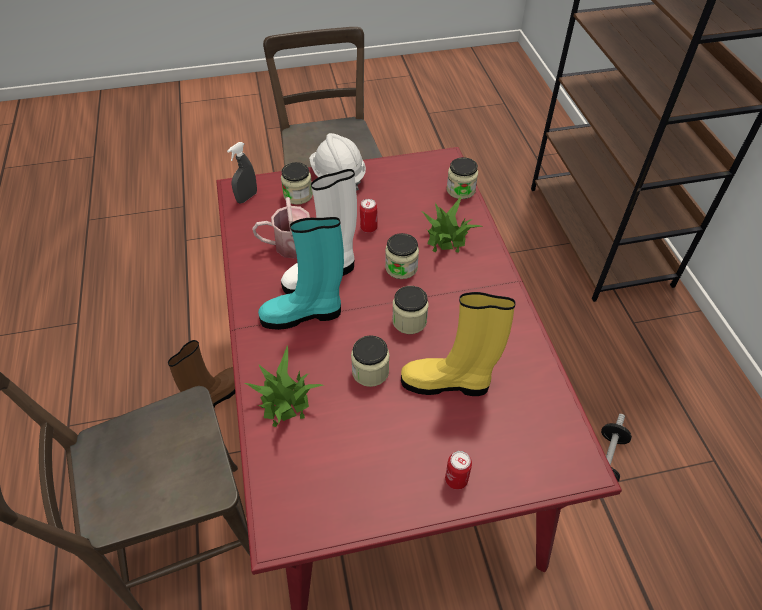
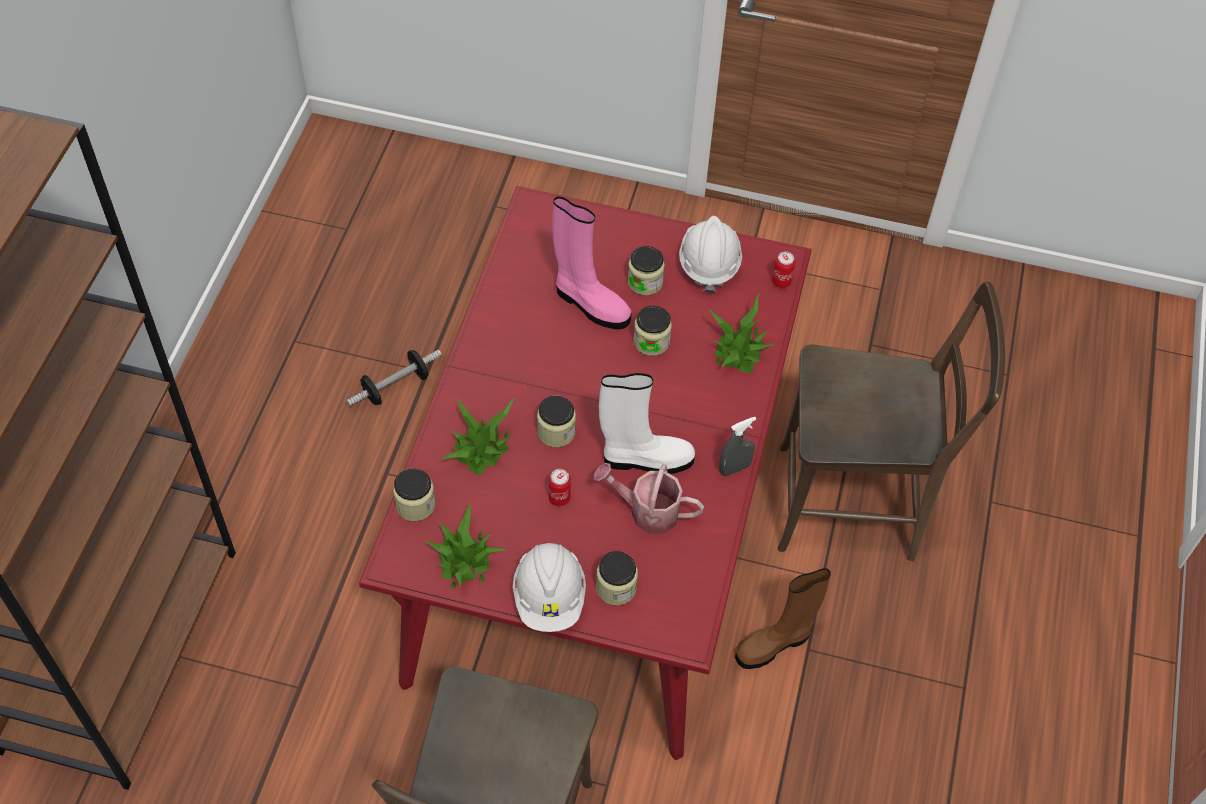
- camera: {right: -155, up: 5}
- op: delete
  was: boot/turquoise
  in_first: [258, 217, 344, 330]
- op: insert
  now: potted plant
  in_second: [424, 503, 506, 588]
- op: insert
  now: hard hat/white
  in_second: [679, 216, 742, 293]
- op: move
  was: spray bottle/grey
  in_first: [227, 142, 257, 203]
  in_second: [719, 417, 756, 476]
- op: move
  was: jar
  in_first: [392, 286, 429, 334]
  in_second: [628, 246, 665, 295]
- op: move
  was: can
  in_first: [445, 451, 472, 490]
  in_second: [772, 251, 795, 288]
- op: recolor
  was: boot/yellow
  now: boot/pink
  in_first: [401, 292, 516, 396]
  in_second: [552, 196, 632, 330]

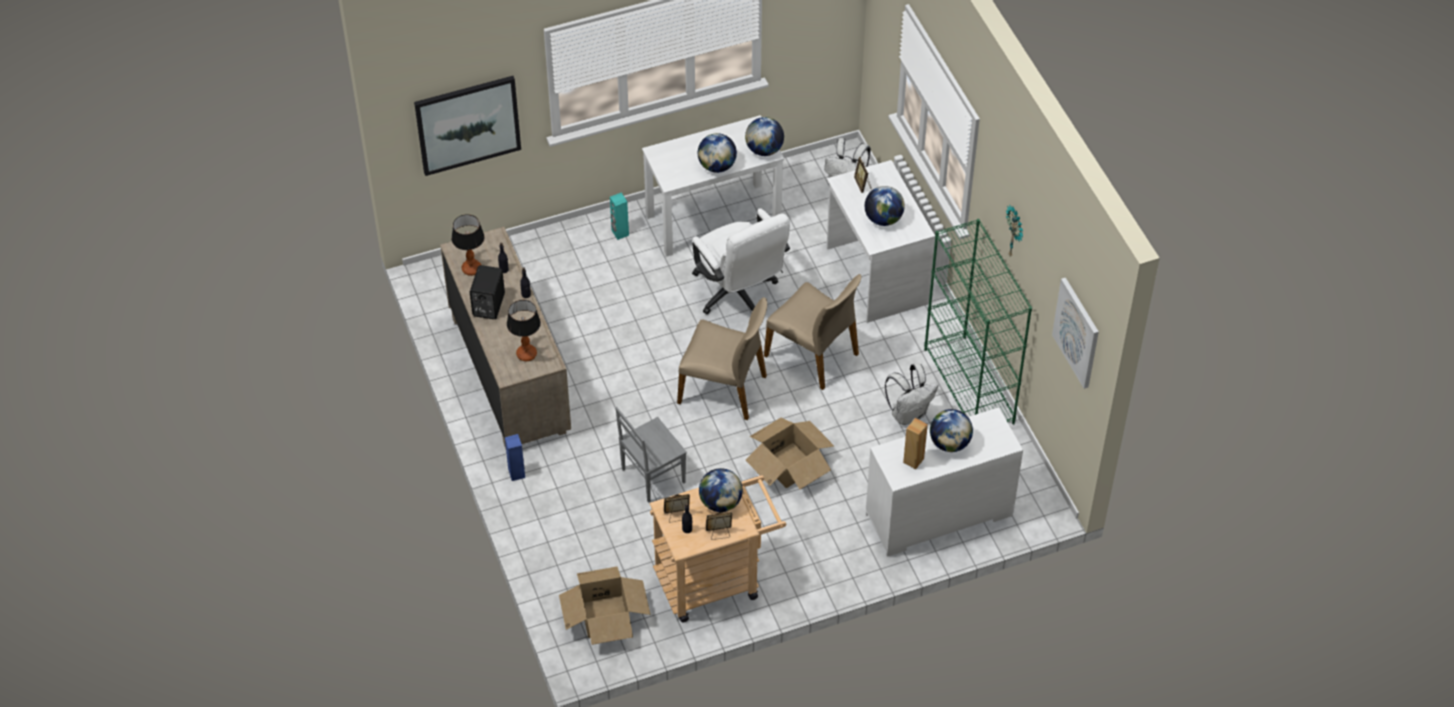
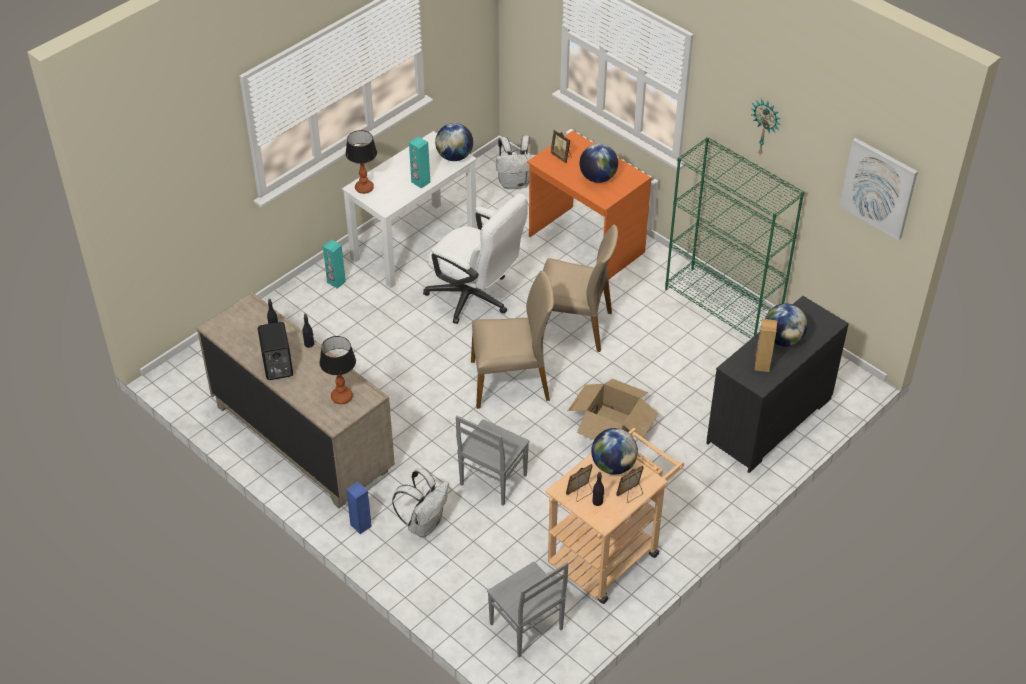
- camera: {right: -25, up: -5}
- op: delete
  was: picture
  in_first: [414, 76, 521, 176]
- op: move
  was: table lamp
  in_first: [451, 214, 485, 276]
  in_second: [345, 130, 377, 194]
- op: move
  was: backpack/white
  in_first: [885, 363, 938, 425]
  in_second: [392, 468, 449, 537]
- op: replace
  was: cardboard box
  now: chair/grey
  in_first: [559, 567, 651, 645]
  in_second: [487, 561, 568, 657]
- op: replace
  was: globe
  now: speaker/turquoise
  in_first: [698, 133, 737, 173]
  in_second: [409, 136, 430, 188]
- op: recolor
  was: desk/white
  now: desk/orange
  in_first: [827, 160, 935, 323]
  in_second: [527, 131, 651, 280]
- op: recolor
  was: dresser/white
  now: dresser/black
  in_first: [866, 407, 1023, 557]
  in_second: [706, 296, 849, 473]

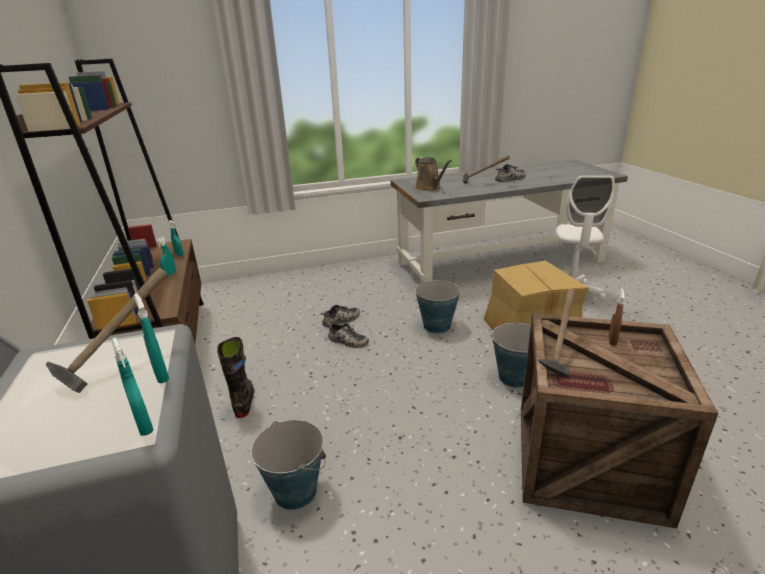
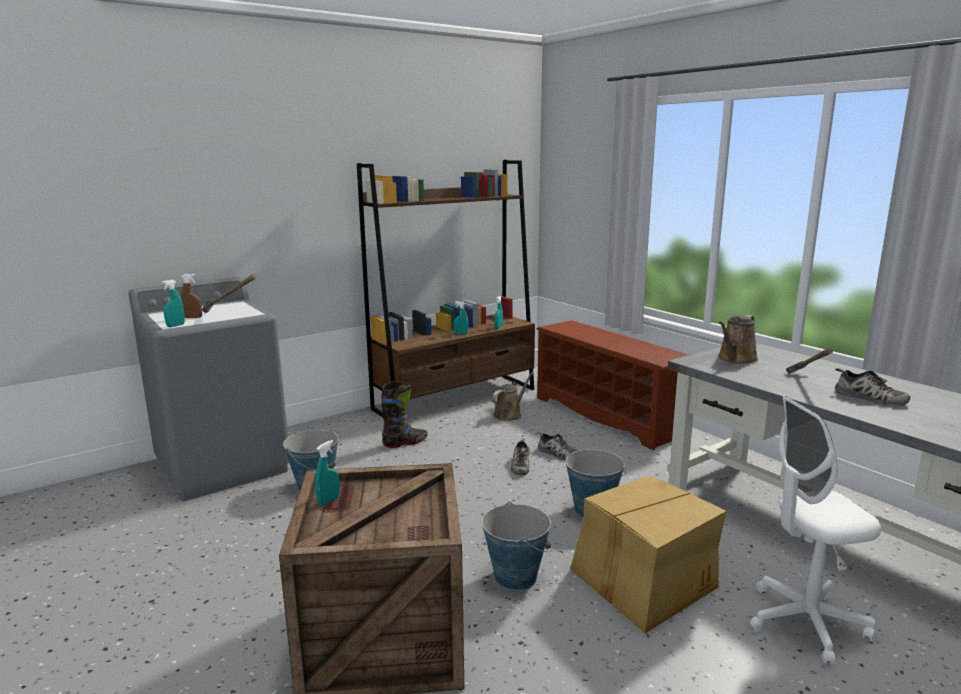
- camera: {right: 70, up: -10}
- op: delete
  was: hammer
  in_first: [538, 289, 575, 377]
- op: insert
  now: watering can/brown
  in_second: [492, 372, 534, 421]
- op: insert
  now: shoe rack/brown
  in_second: [536, 320, 689, 450]
- op: move
  was: spray bottle/turquoise
  in_first: [134, 293, 169, 383]
  in_second: [315, 440, 340, 506]
- op: move
  was: spray bottle/brown
  in_first: [609, 288, 625, 346]
  in_second: [181, 274, 202, 318]

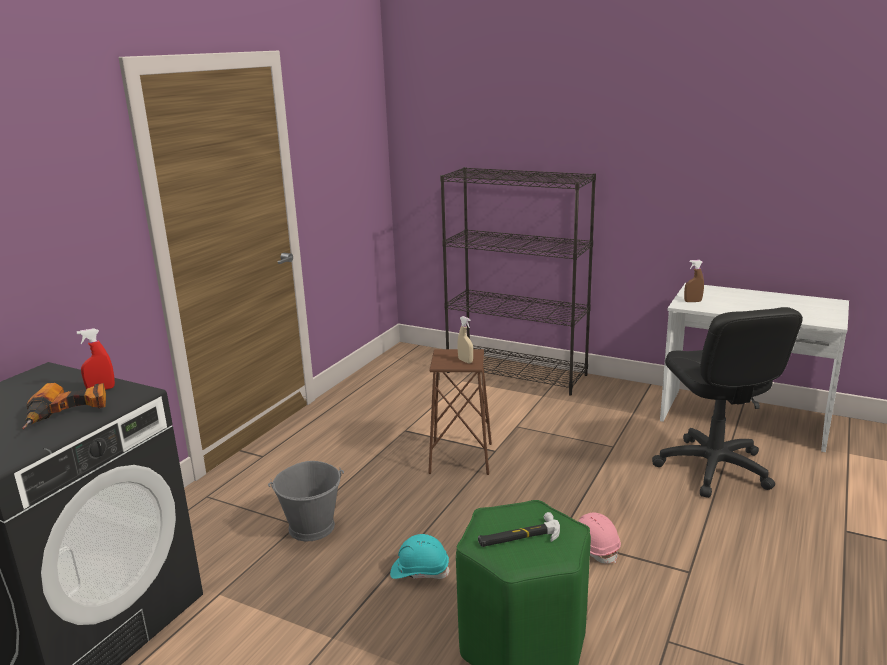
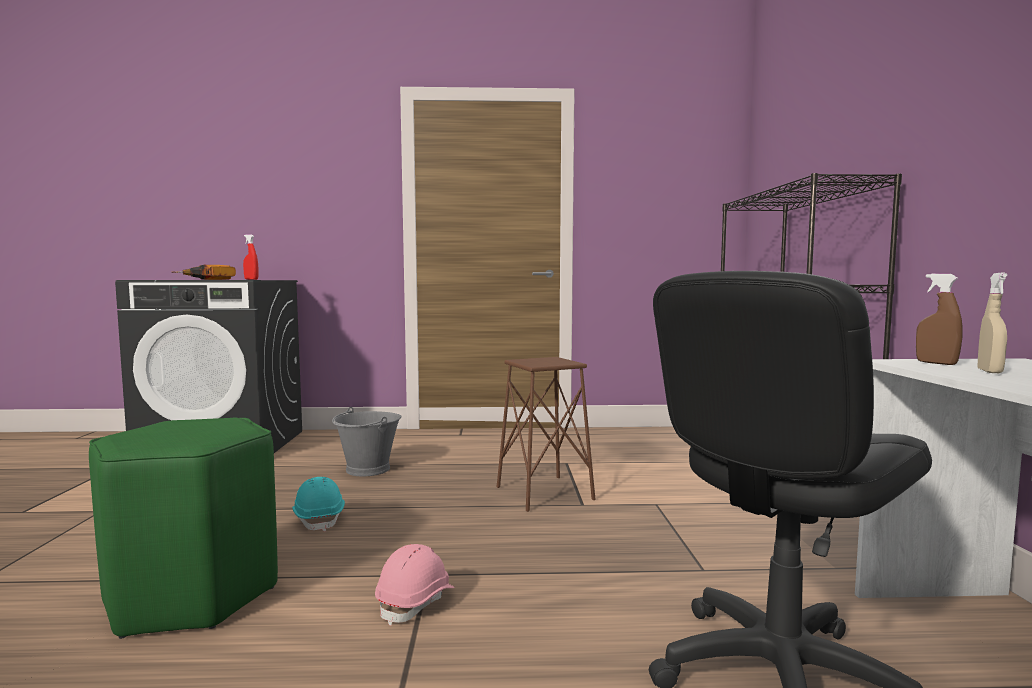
- camera: {right: 60, up: -15}
- op: delete
  was: hammer
  in_first: [478, 512, 560, 547]
- op: move
  was: spray bottle/beige
  in_first: [458, 316, 473, 363]
  in_second: [978, 273, 1007, 373]

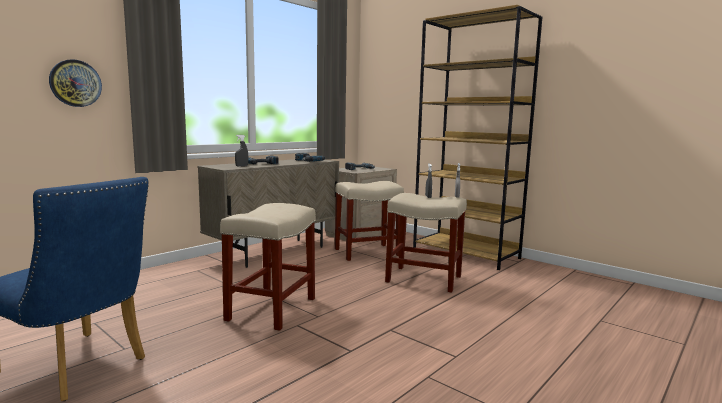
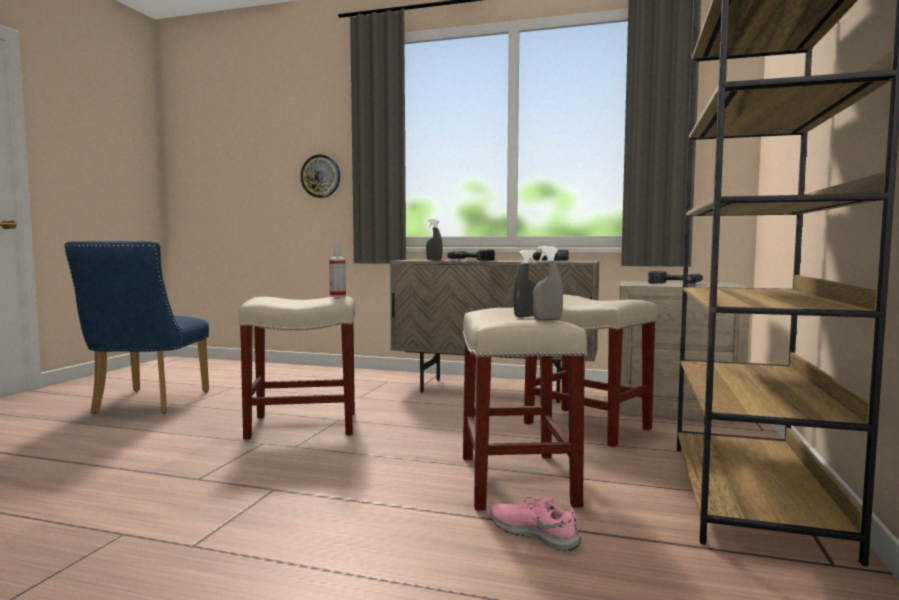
- camera: {right: 65, up: -5}
- op: insert
  now: spray bottle
  in_second: [329, 245, 346, 297]
- op: insert
  now: shoe/pink
  in_second: [490, 496, 581, 551]

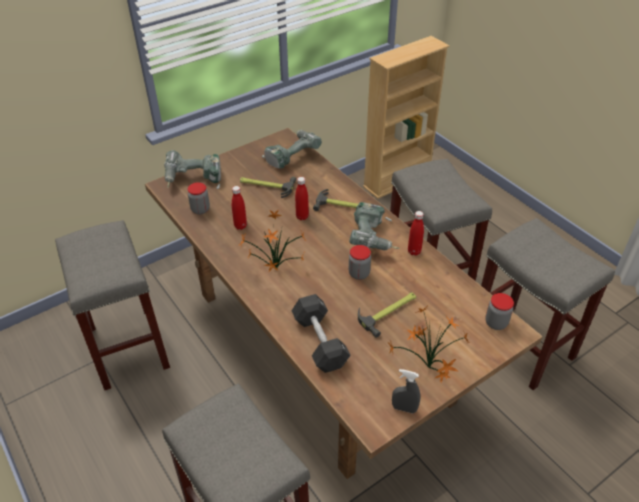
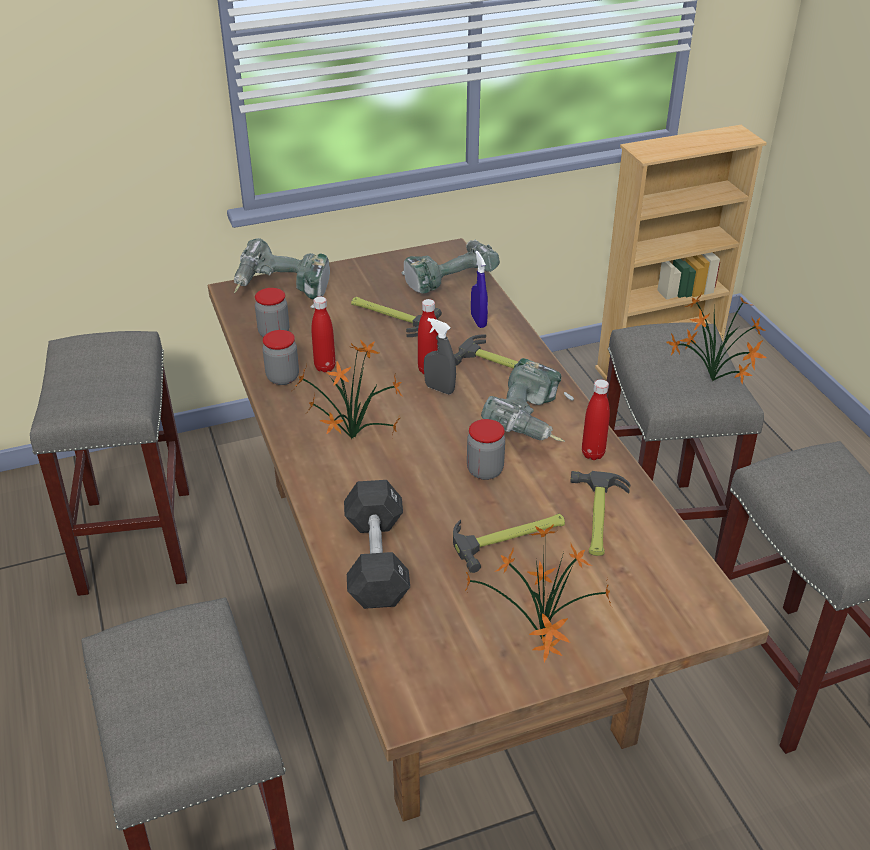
- camera: {right: 15, up: -5}
- op: insert
  now: spray bottle/blue
  in_second: [471, 251, 488, 328]
- op: insert
  now: hammer
  in_second: [570, 471, 631, 556]
- op: insert
  now: potted plant
  in_second: [666, 293, 767, 385]
- op: move
  was: spray bottle/grey
  in_first: [392, 369, 421, 413]
  in_second: [424, 318, 456, 394]
- op: move
  was: jar
  in_first: [485, 293, 514, 330]
  in_second: [263, 330, 299, 385]

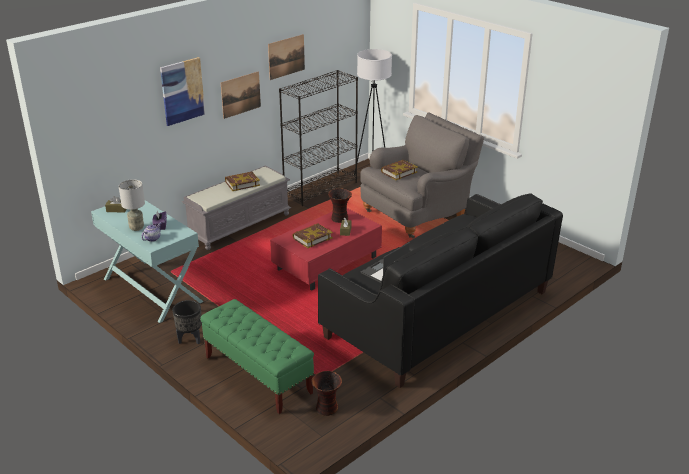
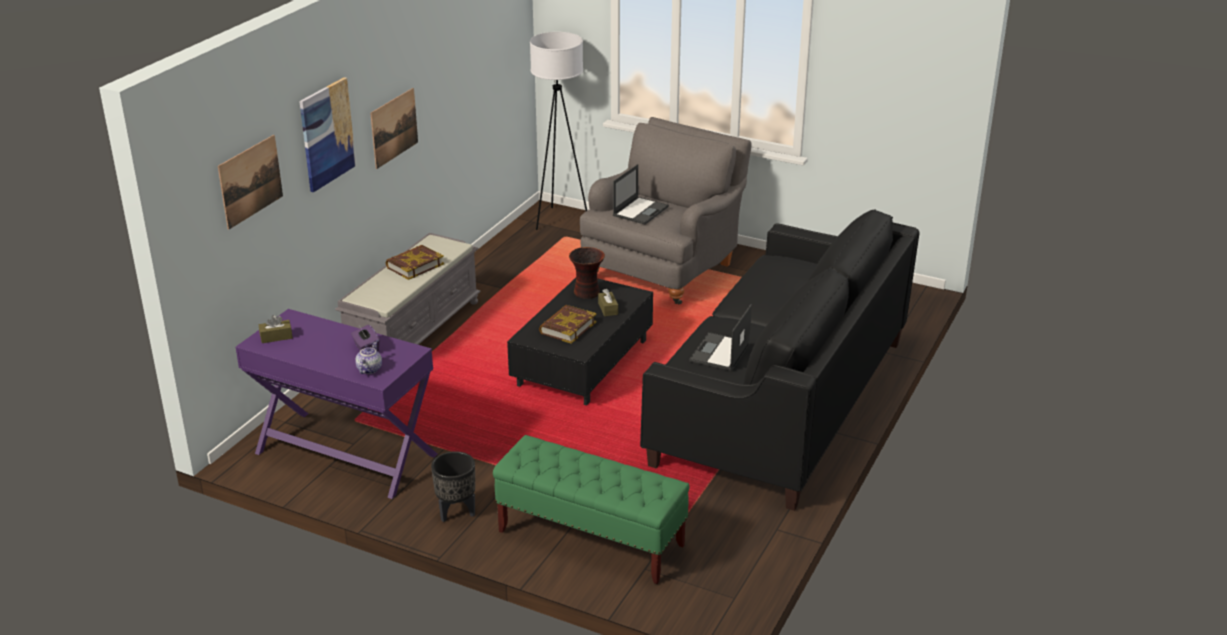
- camera: {right: -20, up: 0}
- op: delete
  was: table lamp/grey
  in_first: [119, 179, 145, 231]
- op: delete
  was: bookcase/black
  in_first: [279, 70, 358, 206]
- op: delete
  was: vase
  in_first: [311, 371, 342, 416]
- op: move
  was: picture
  in_first: [268, 34, 305, 80]
  in_second: [218, 135, 283, 230]
- op: replace
  was: book
  now: laptop
  in_first: [381, 160, 418, 180]
  in_second: [613, 164, 669, 225]
- op: recolor
  was: console table/turquoise
  now: console table/purple
  in_first: [91, 200, 204, 323]
  in_second: [235, 309, 438, 499]
- op: recolor
  was: coffee table/red
  now: coffee table/black
  in_first: [270, 208, 382, 291]
  in_second: [507, 278, 653, 406]

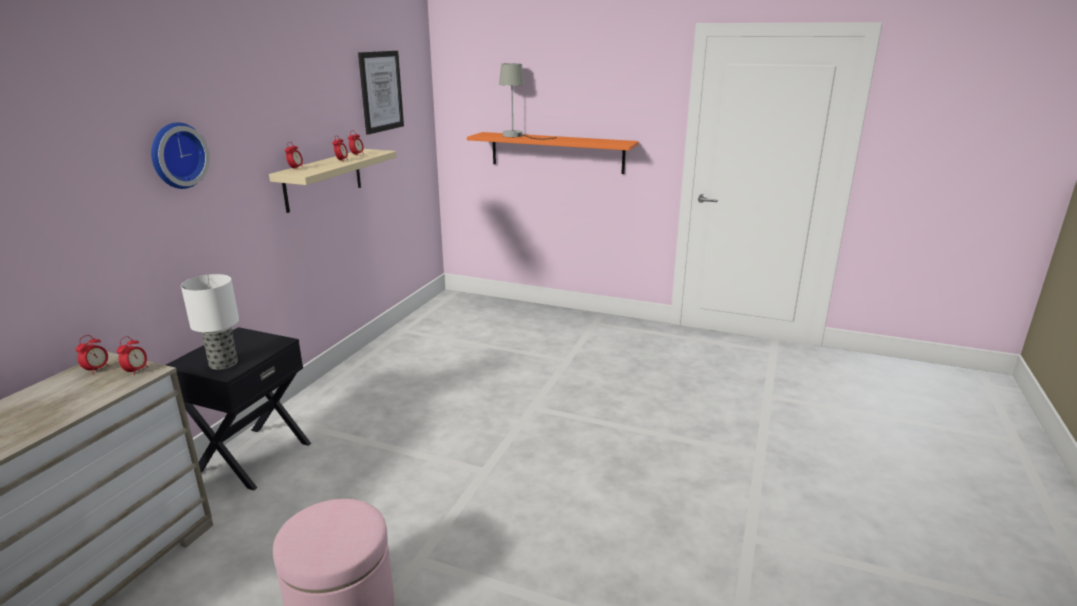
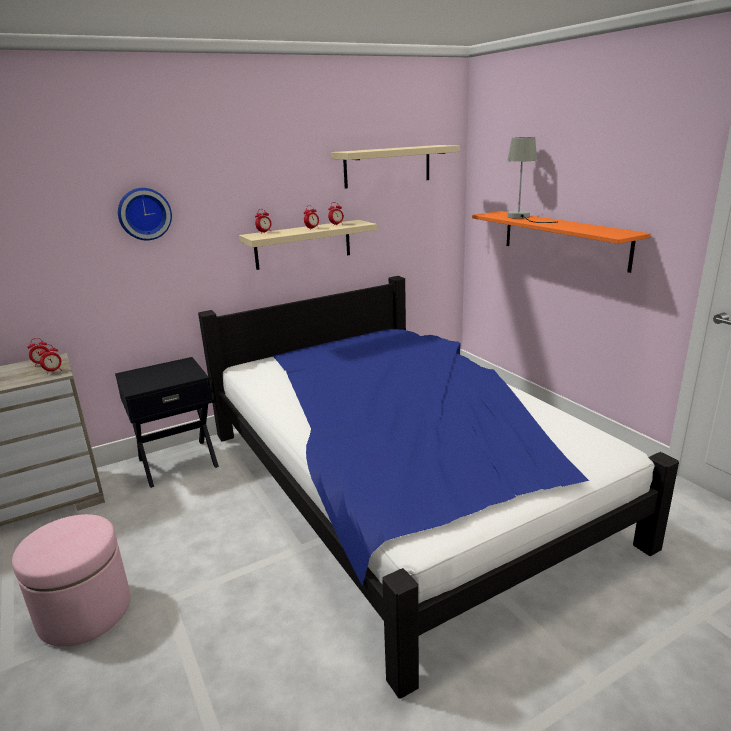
- camera: {right: 40, up: 0}
- op: delete
  was: table lamp
  in_first: [181, 274, 239, 370]
- op: insert
  now: bed
  in_second: [198, 276, 679, 699]
- op: replace
  was: picture
  now: shelf/beige
  in_first: [358, 51, 404, 134]
  in_second: [331, 145, 460, 189]

